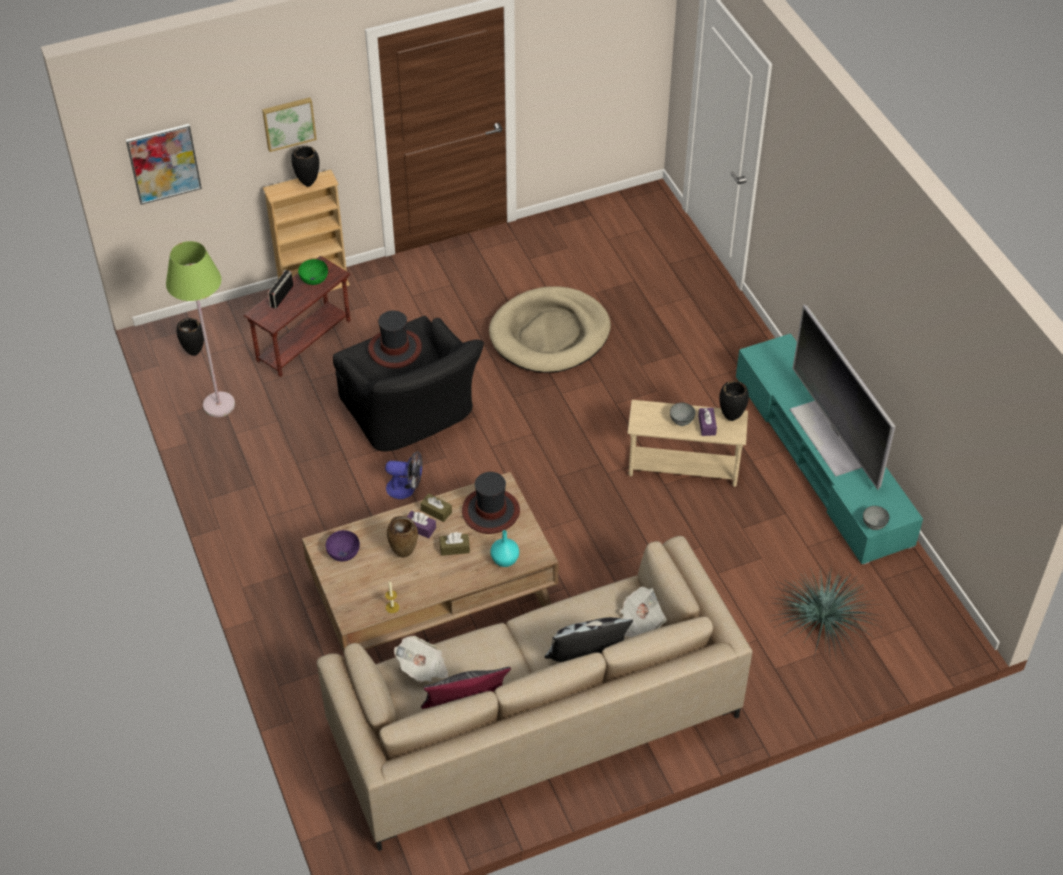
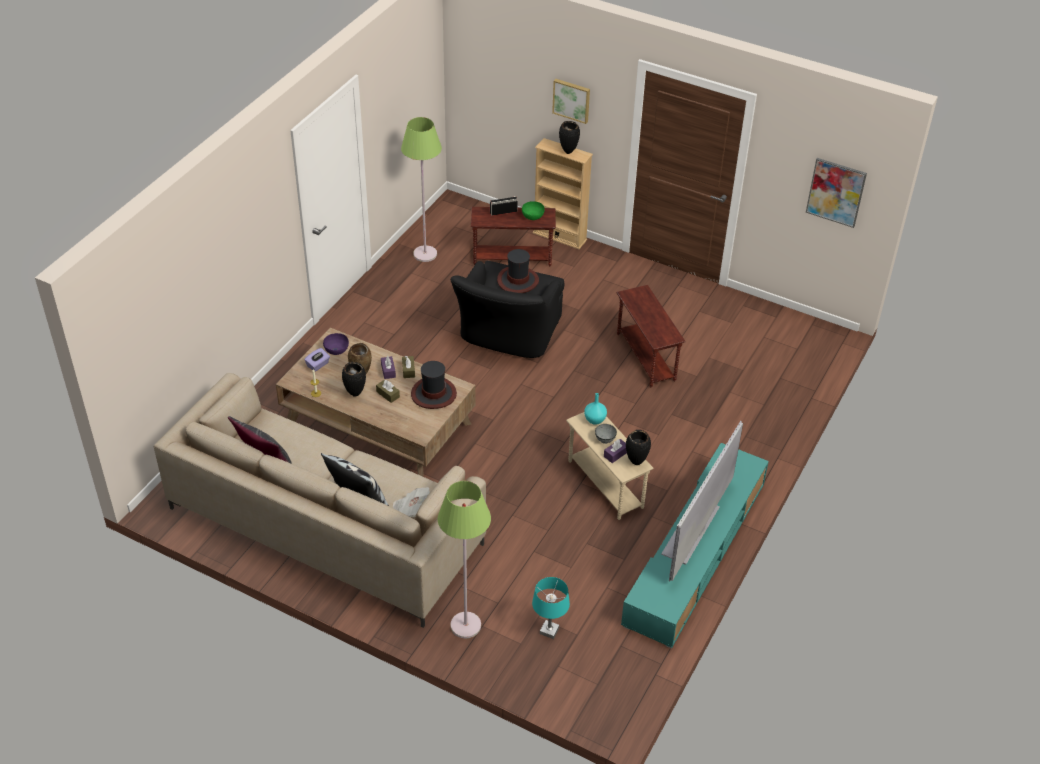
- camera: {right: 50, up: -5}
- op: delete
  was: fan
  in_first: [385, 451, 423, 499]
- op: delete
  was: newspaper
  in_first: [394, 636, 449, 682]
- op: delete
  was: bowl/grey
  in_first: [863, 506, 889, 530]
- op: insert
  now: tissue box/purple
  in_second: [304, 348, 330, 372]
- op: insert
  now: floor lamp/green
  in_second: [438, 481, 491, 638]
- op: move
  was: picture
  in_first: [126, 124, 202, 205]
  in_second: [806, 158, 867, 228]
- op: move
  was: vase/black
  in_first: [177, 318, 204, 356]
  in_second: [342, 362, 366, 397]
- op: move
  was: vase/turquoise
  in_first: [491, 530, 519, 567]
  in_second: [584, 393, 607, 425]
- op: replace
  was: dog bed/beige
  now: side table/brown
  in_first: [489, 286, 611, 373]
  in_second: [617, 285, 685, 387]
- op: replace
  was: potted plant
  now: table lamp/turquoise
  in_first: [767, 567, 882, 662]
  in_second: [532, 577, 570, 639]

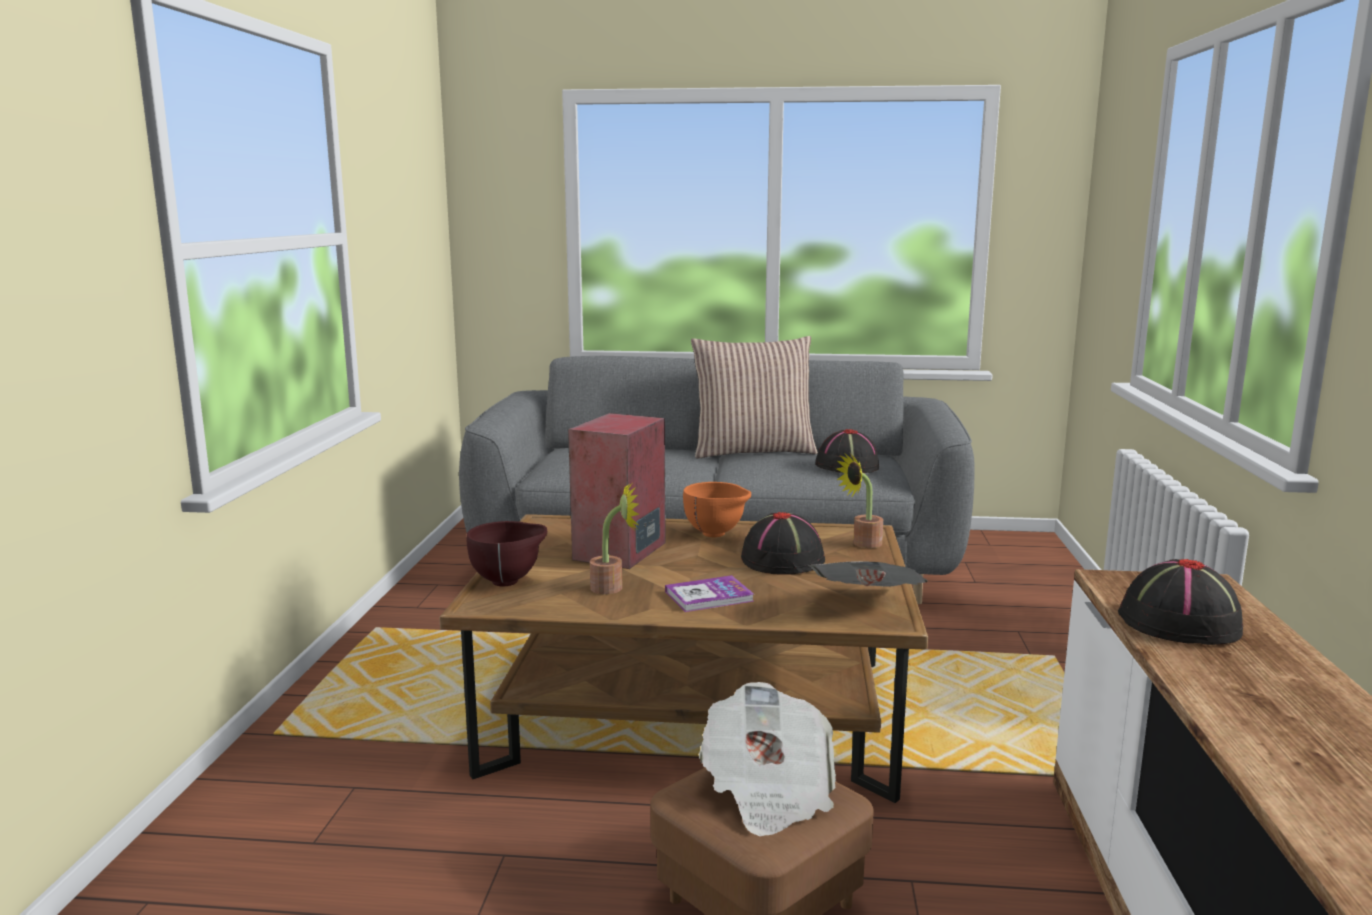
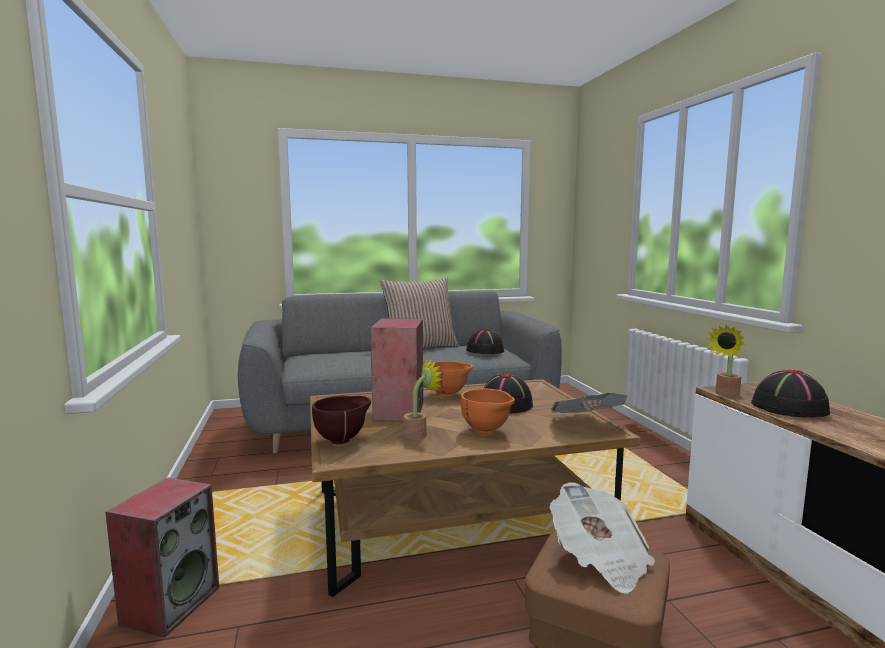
- camera: {right: -20, up: -5}
- op: insert
  now: speaker
  in_second: [105, 478, 219, 637]
- op: move
  was: potted plant
  in_first: [837, 454, 883, 548]
  in_second: [707, 325, 745, 397]
- op: replace
  was: book
  now: bowl/orange
  in_first: [665, 575, 754, 612]
  in_second: [461, 389, 515, 434]

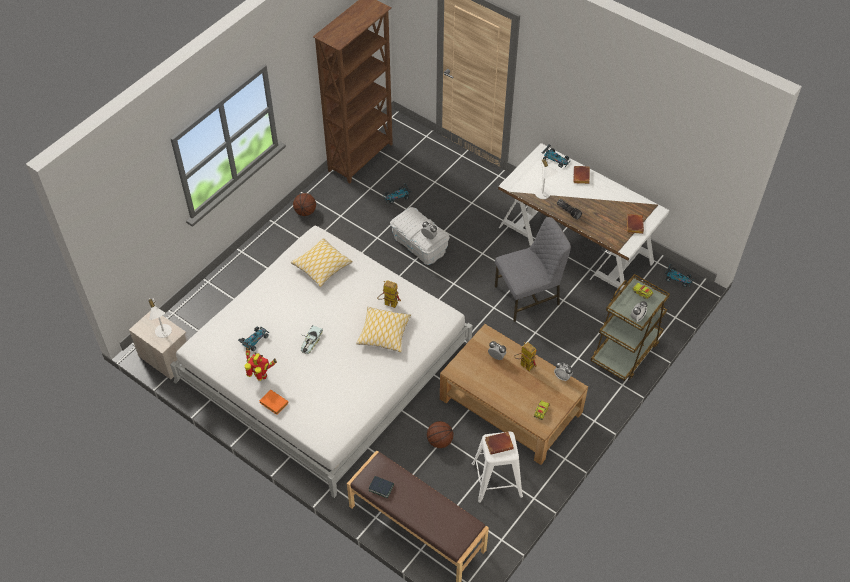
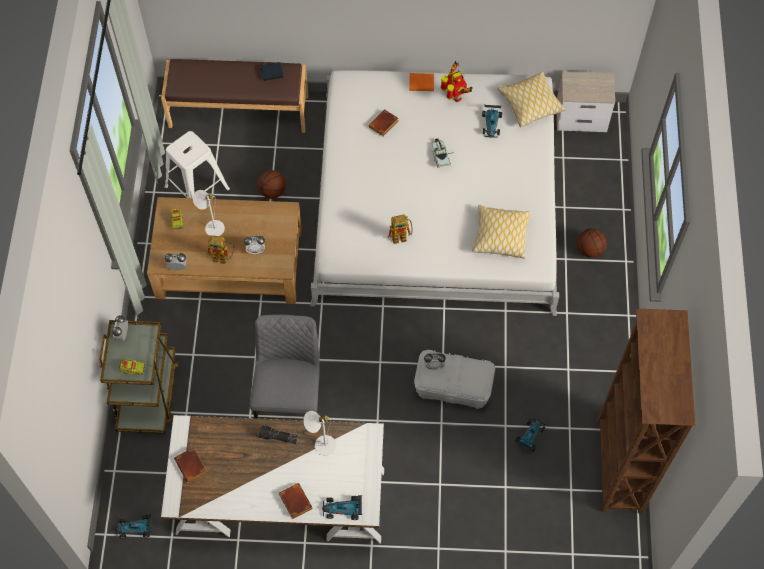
- camera: {right: 145, up: 10}
- op: move
  was: table lamp/white
  in_first: [148, 298, 172, 338]
  in_second: [193, 190, 225, 236]
- op: move
  was: basketball
  in_first: [293, 193, 316, 216]
  in_second: [577, 228, 607, 258]
- op: move
  was: pillow
  in_first: [356, 307, 411, 352]
  in_second: [497, 71, 566, 127]
- op: move
  was: book/brown
  in_first: [485, 432, 514, 455]
  in_second: [368, 109, 399, 136]
- op: rotate
  was: toy robot
  in_first: [245, 347, 277, 381]
  in_second: [441, 61, 473, 102]
  clockwise: -105
- op: rotate
  was: chair/grey
  in_first: [495, 217, 571, 322]
  in_second: [250, 315, 320, 419]
  clockwise: 150

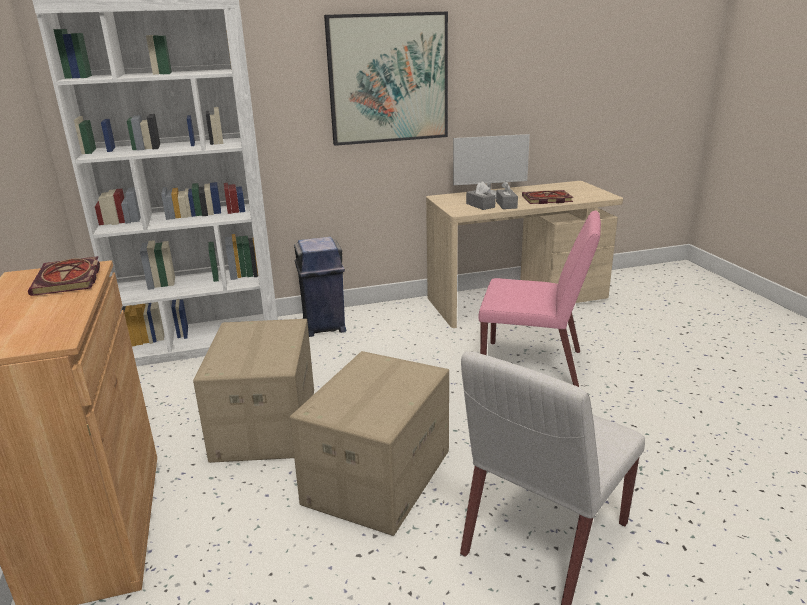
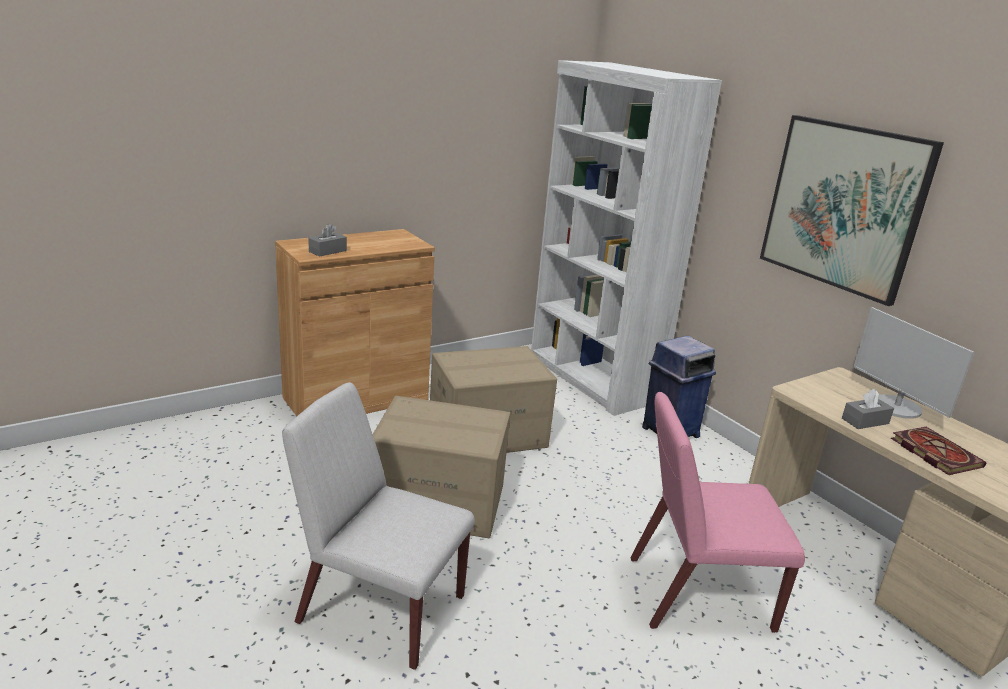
- camera: {right: 70, up: 0}
- op: delete
  was: book
  in_first: [28, 256, 100, 296]
- op: move
  was: tissue box/grey
  in_first: [466, 182, 496, 210]
  in_second: [308, 224, 347, 257]
- op: rotate
  was: chair/pink
  in_first: [478, 211, 601, 387]
  in_second: [631, 392, 805, 633]
  clockwise: 90

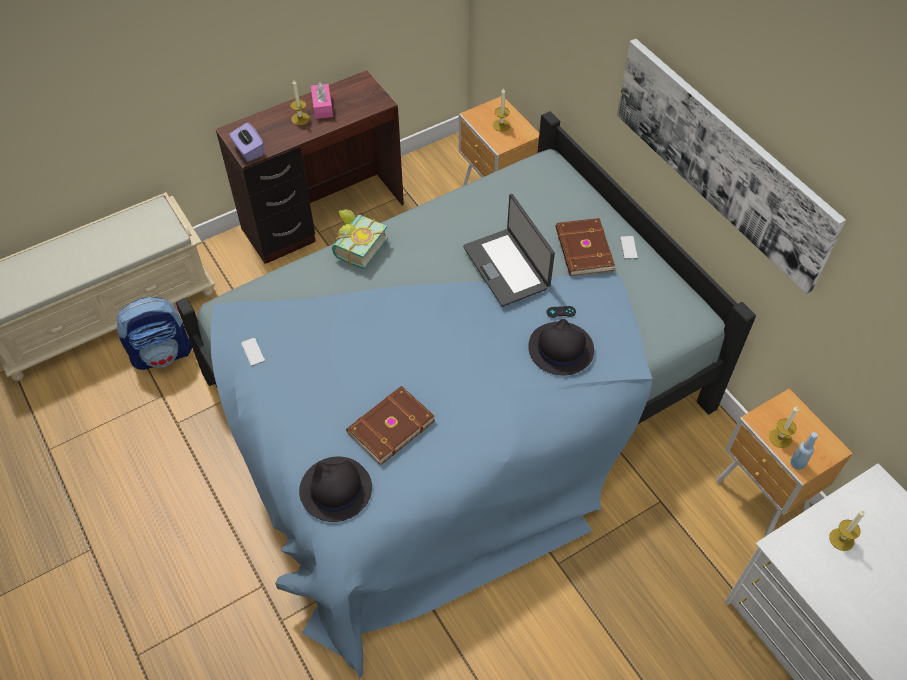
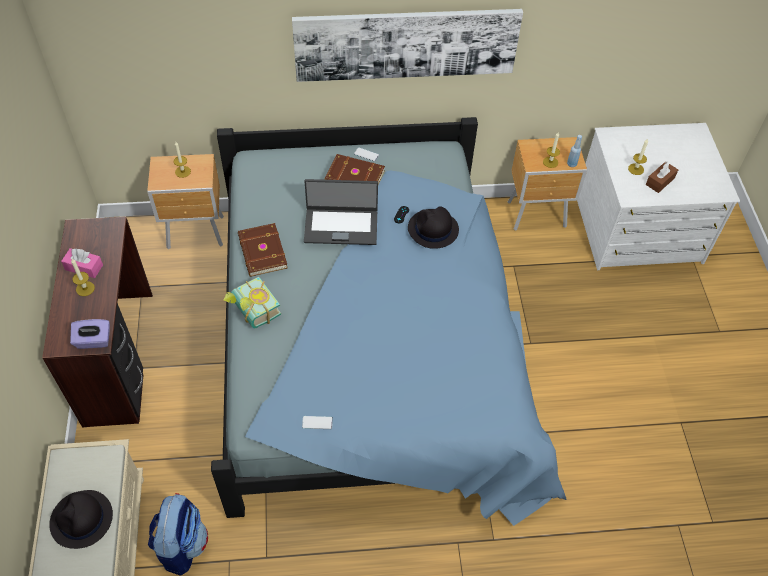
- camera: {right: -65, up: 0}
- op: insert
  now: tissue box/brown
  in_second: [646, 162, 678, 193]
- op: move
  was: hat/black
  in_first: [299, 457, 372, 522]
  in_second: [49, 490, 113, 549]
- op: move
  was: book/brown
  in_first: [346, 386, 435, 465]
  in_second: [238, 223, 288, 277]

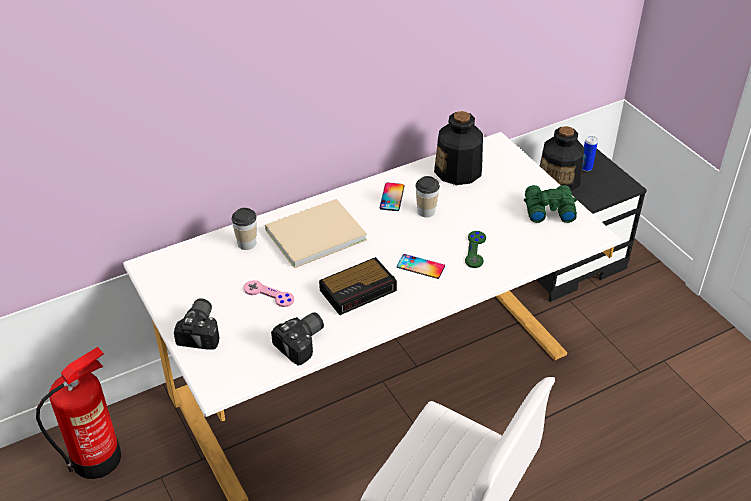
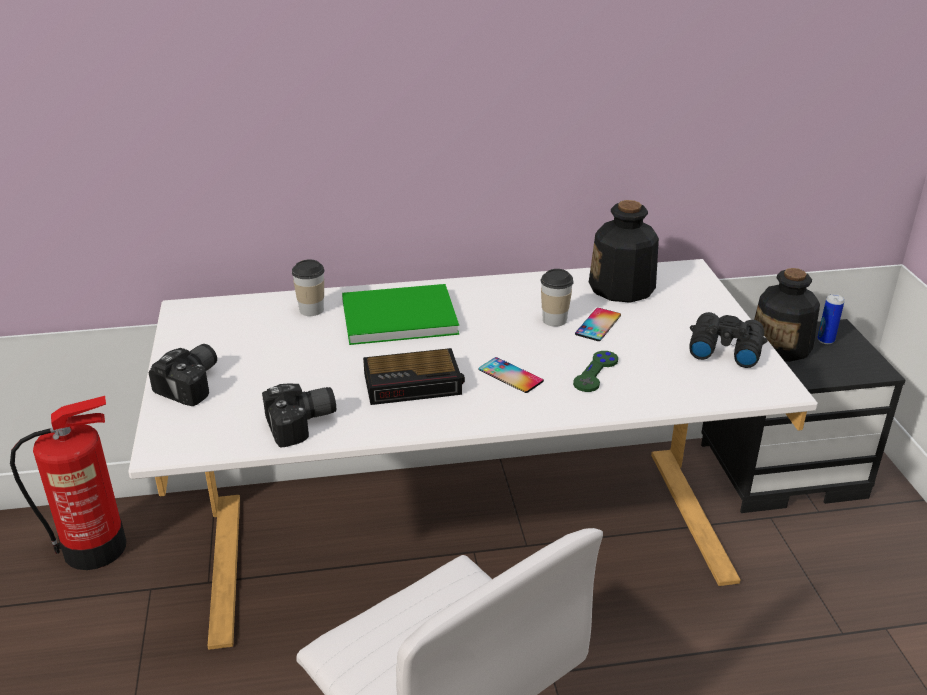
- camera: {right: 20, up: -10}
- op: delete
  was: game controller/pink
  in_first: [244, 280, 294, 307]
- op: move
  was: phone
  in_first: [380, 183, 405, 211]
  in_second: [575, 308, 621, 341]
- op: recolor
  was: book/beige
  now: book/green
  in_first: [265, 199, 367, 268]
  in_second: [342, 284, 459, 345]
- op: recolor
  was: binoculars/green
  now: binoculars/black
  in_first: [524, 185, 577, 223]
  in_second: [689, 312, 768, 368]

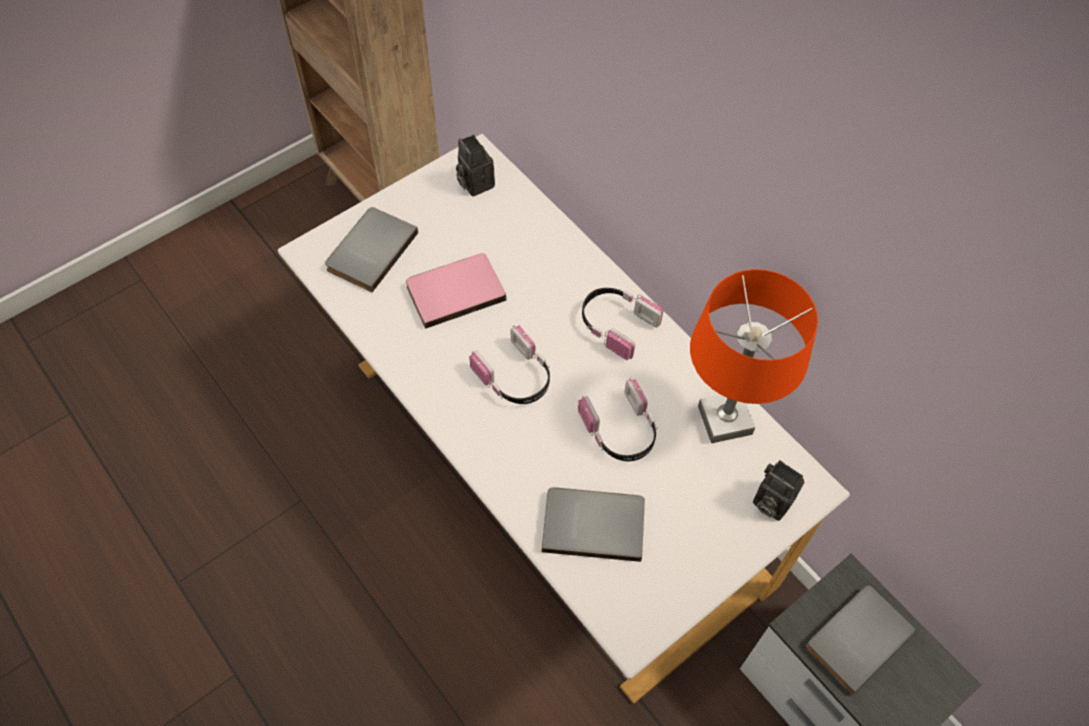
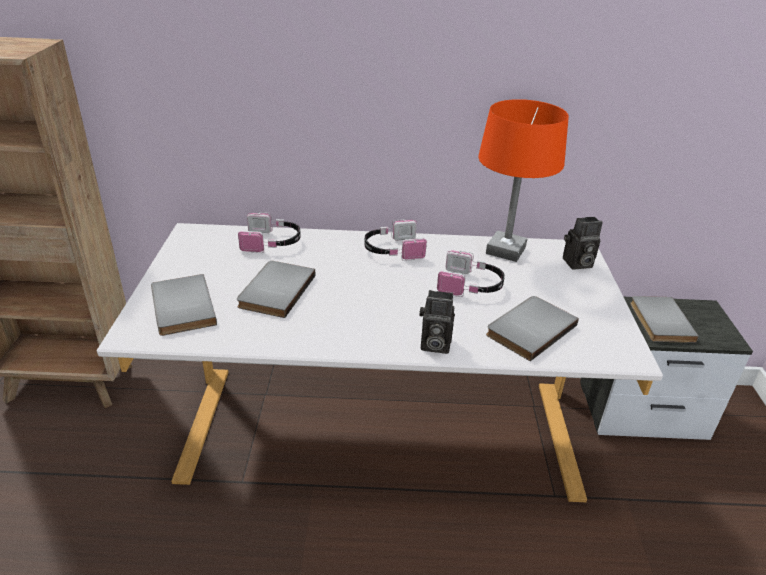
- camera: {right: -50, up: -25}
- op: move
  was: photo camera
  in_first: [456, 135, 495, 196]
  in_second: [420, 290, 455, 354]
- op: move
  was: headphones
  in_first: [469, 325, 550, 404]
  in_second: [238, 212, 301, 253]
- op: recolor
  was: book/pink
  now: book/grey
  in_first: [406, 253, 506, 329]
  in_second: [237, 261, 316, 318]

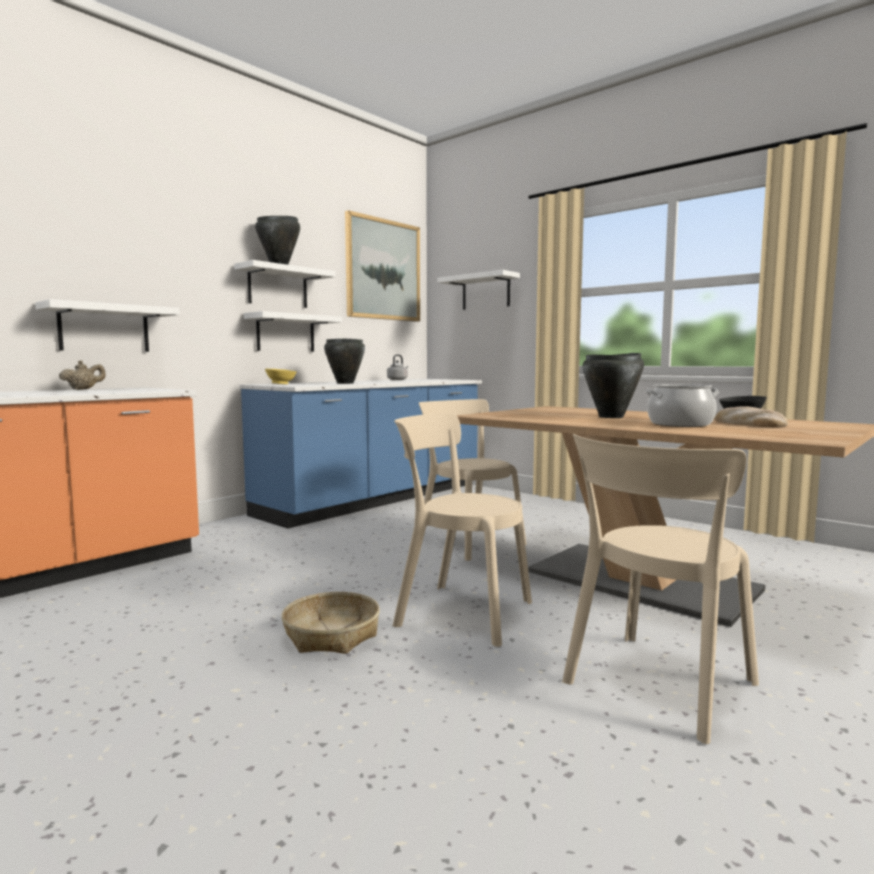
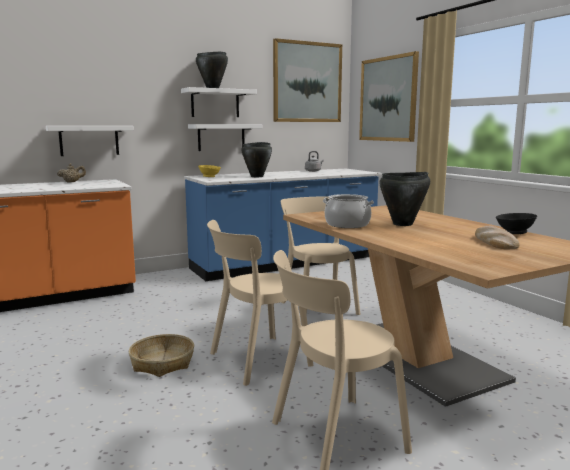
- camera: {right: 20, up: 5}
- op: move
  was: cooking pot
  in_first: [646, 384, 719, 427]
  in_second: [323, 194, 374, 228]
- op: replace
  was: shelf/white
  now: picture
  in_first: [437, 270, 520, 310]
  in_second: [359, 51, 419, 142]
- op: rotate
  was: chair/beige
  in_first: [393, 413, 532, 647]
  in_second: [207, 220, 313, 386]
  clockwise: -75

